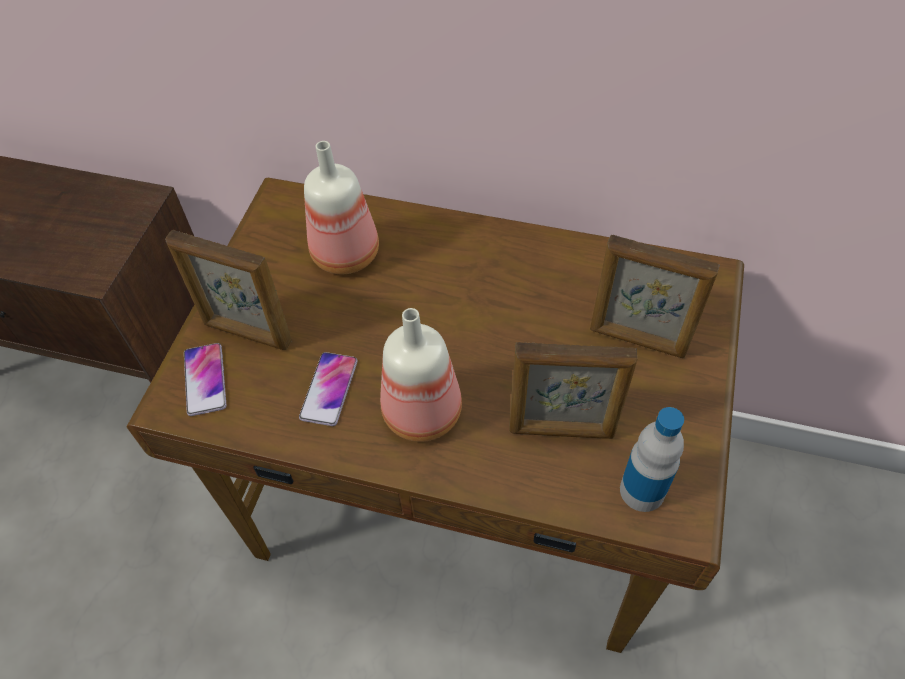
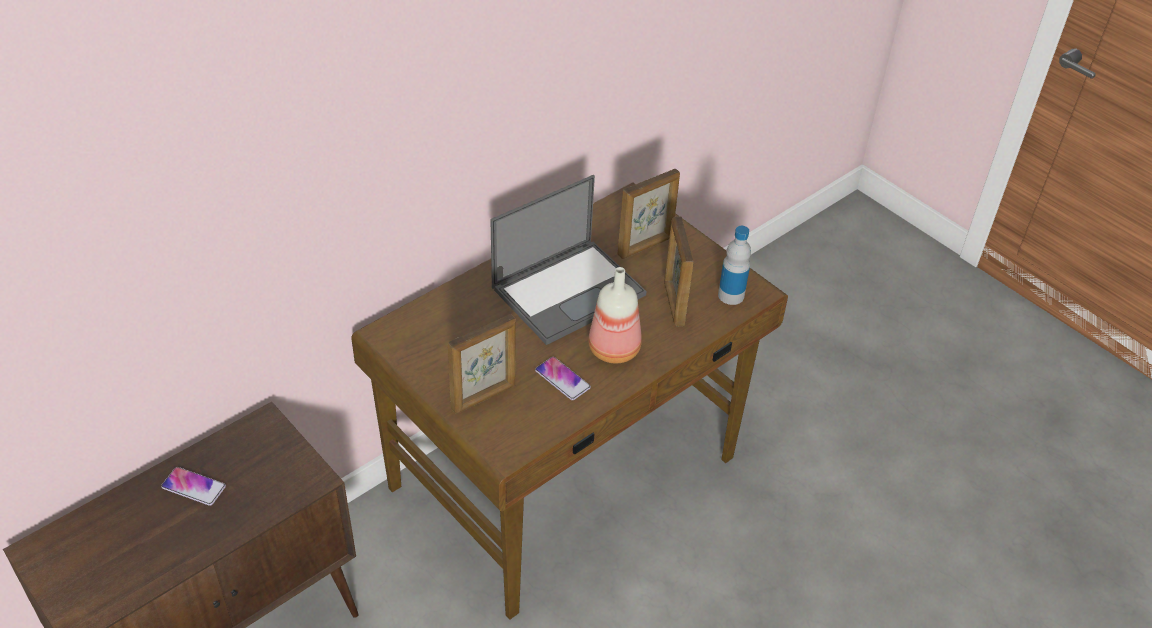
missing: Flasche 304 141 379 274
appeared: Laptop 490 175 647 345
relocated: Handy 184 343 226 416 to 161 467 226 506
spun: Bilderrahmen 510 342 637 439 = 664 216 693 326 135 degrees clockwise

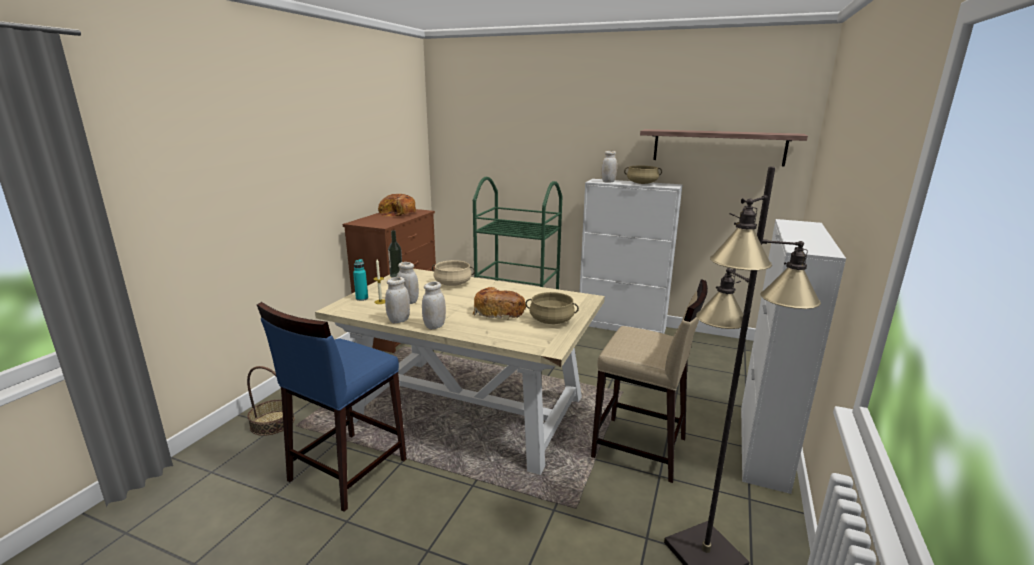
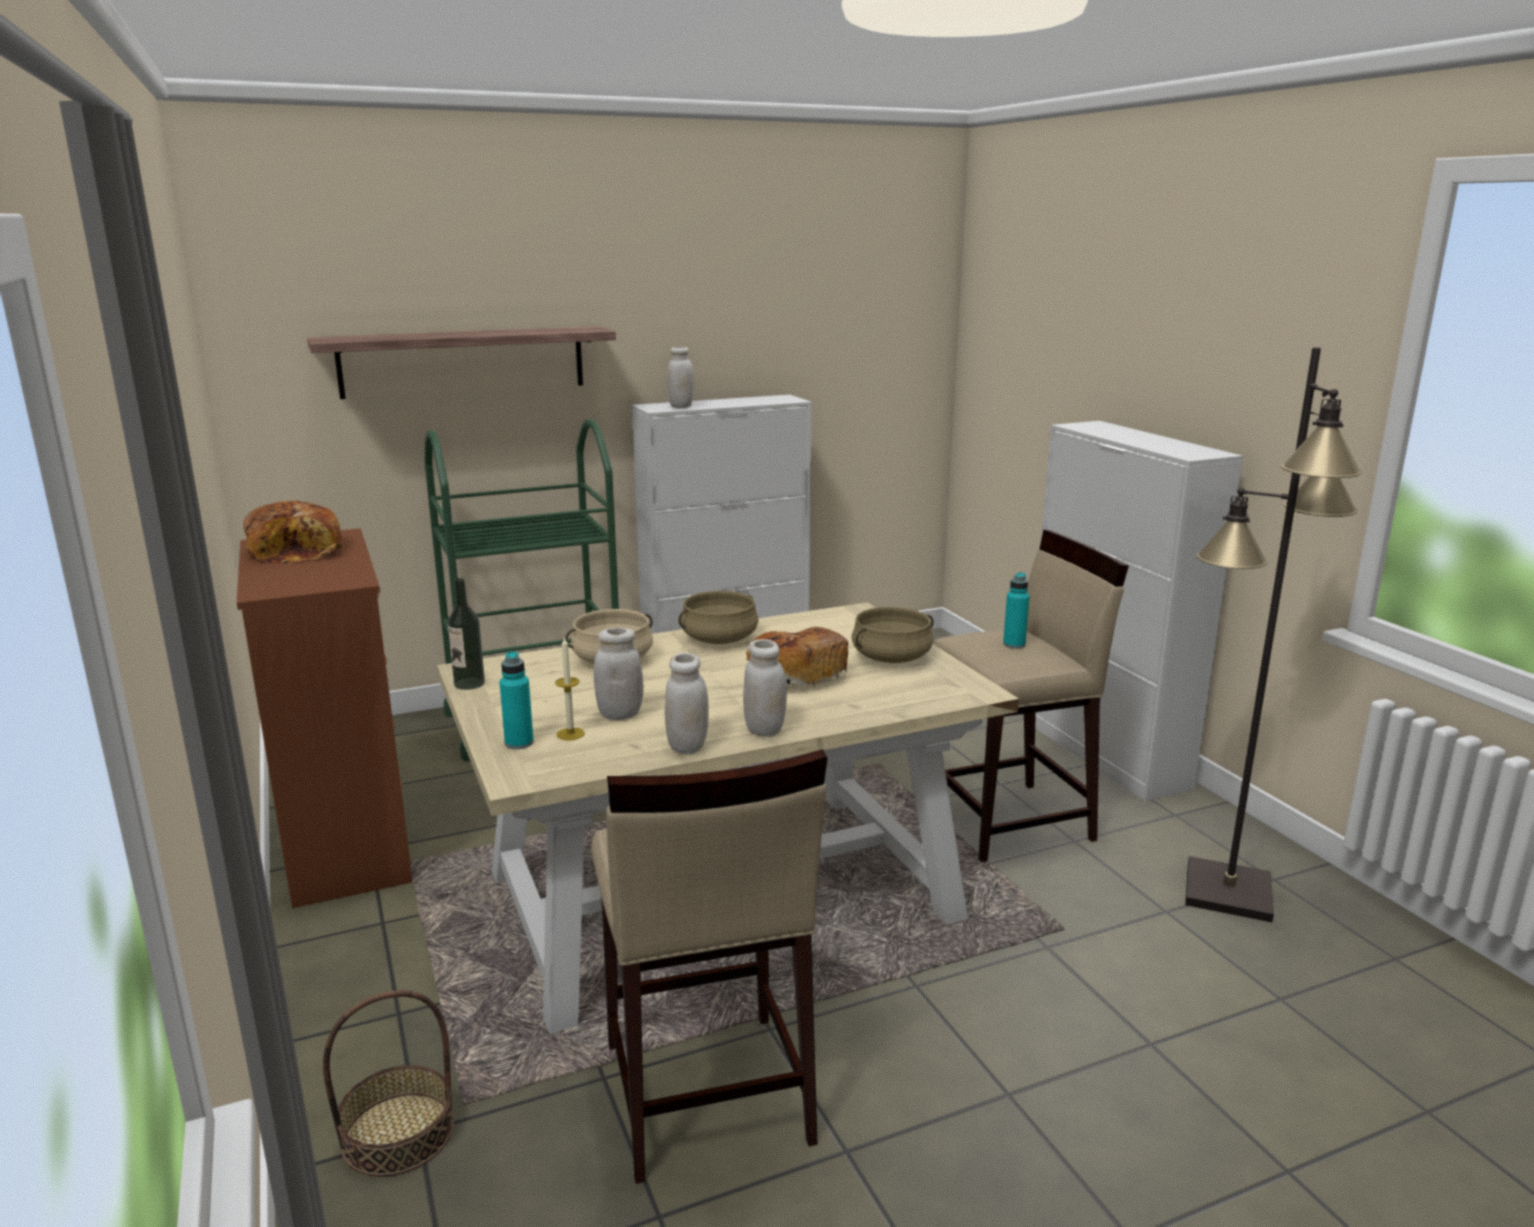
appeared: Flasche (türkis) 1003 572 1030 649
relocated: Kochtopf (beige) 624 166 662 184 to 678 591 759 644; Wandregal 640 129 808 166 to 307 326 616 399
colour: Hocker (blau) 257 302 407 512 to Hocker (beige) 591 749 827 1184

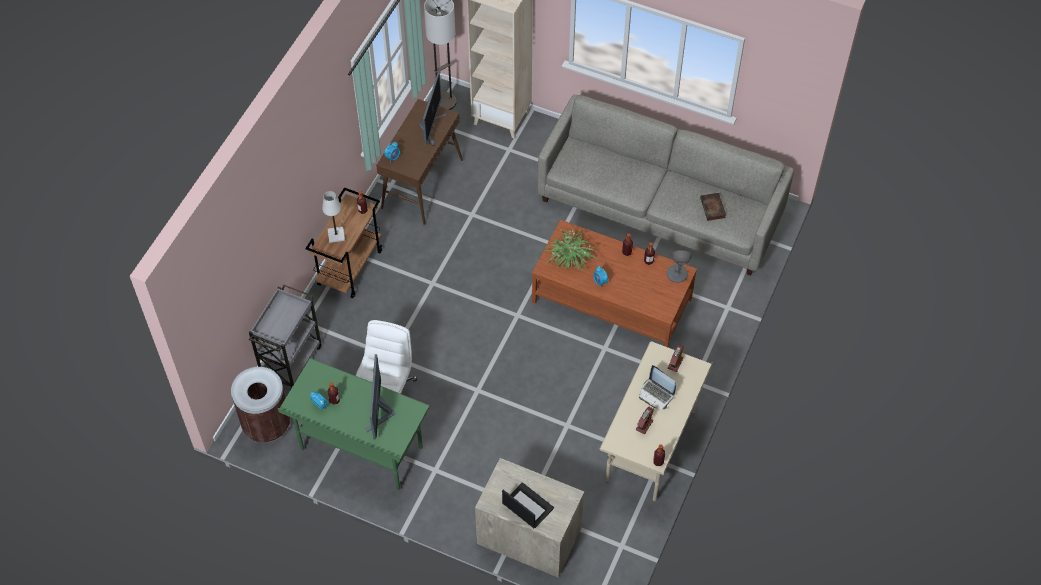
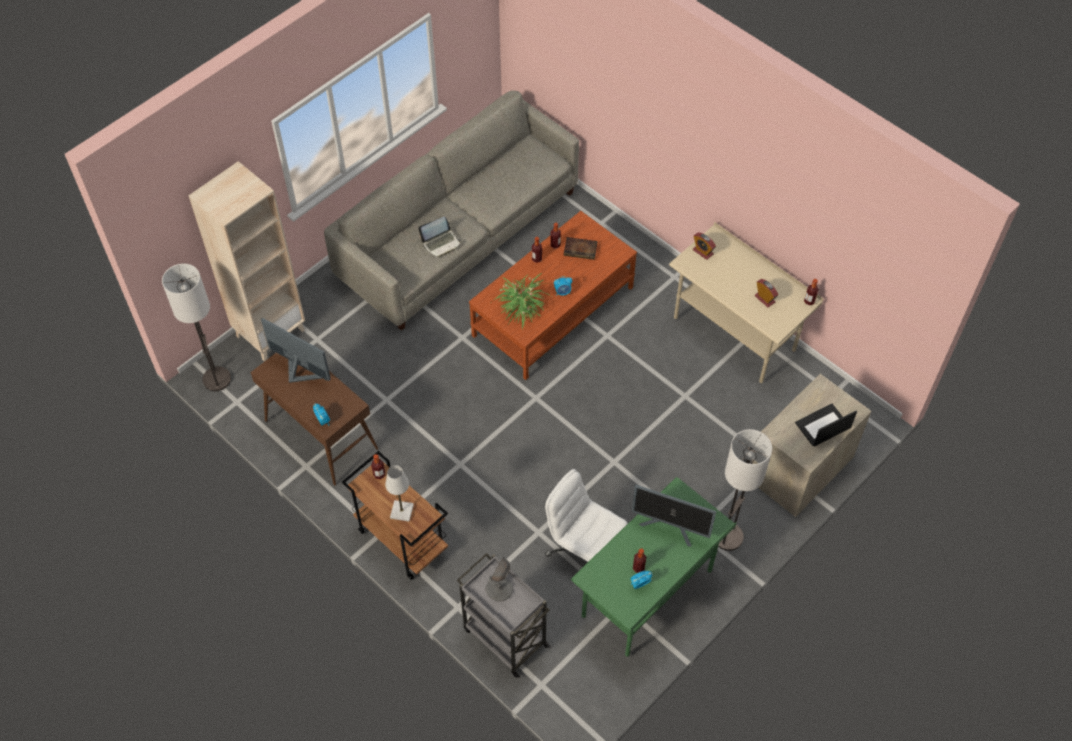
missing: Mülleimer (braun) 231 367 291 443
appeared: Stehlampe 718 429 772 551
relocated: Laptop 639 365 676 409 to 418 217 461 257; Tischlampe (grau) 667 250 692 283 to 486 557 513 602; Buch 700 193 726 221 to 564 237 598 260

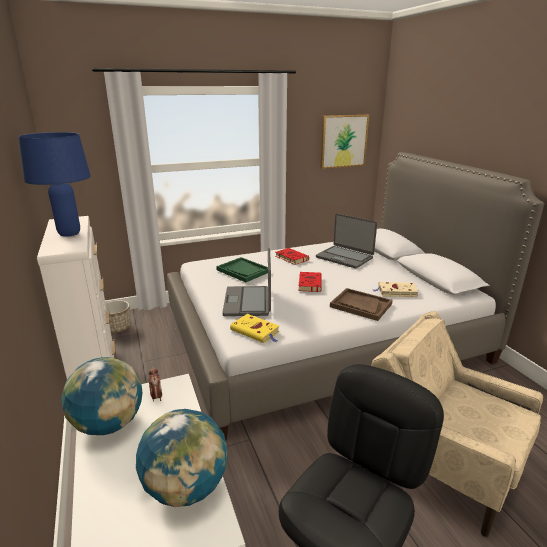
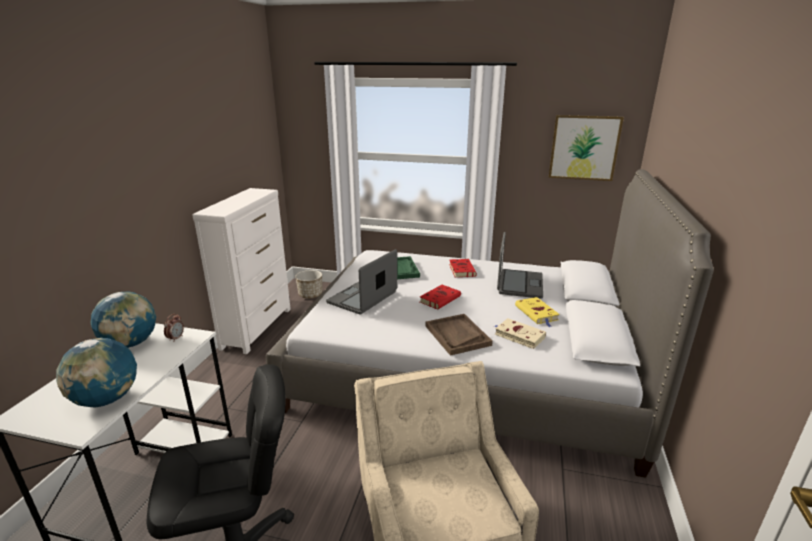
missing: Tischlampe (blau) 18 132 91 237
relocated: Buch (gelb) 230 314 279 343 to 515 297 560 327
spun: Laptop 316 214 377 268 = 497 232 543 299 150 degrees counterclockwise

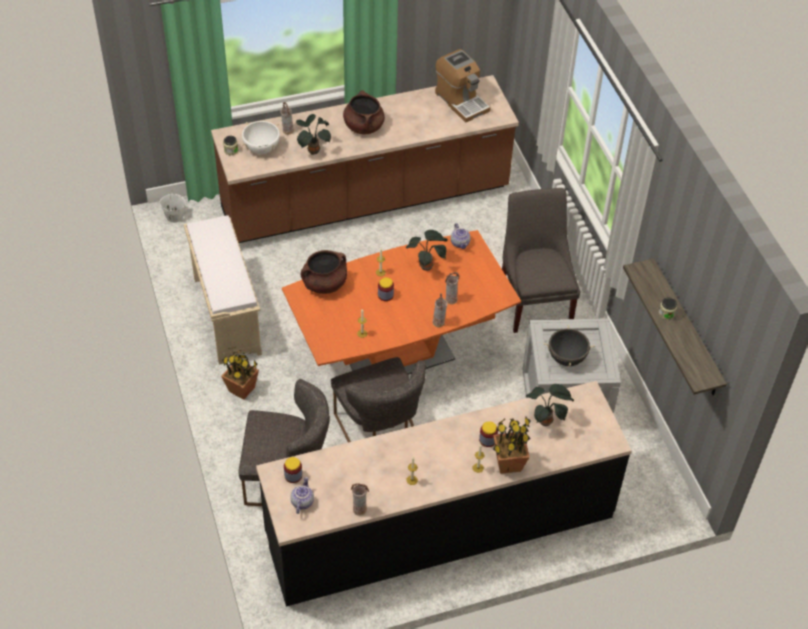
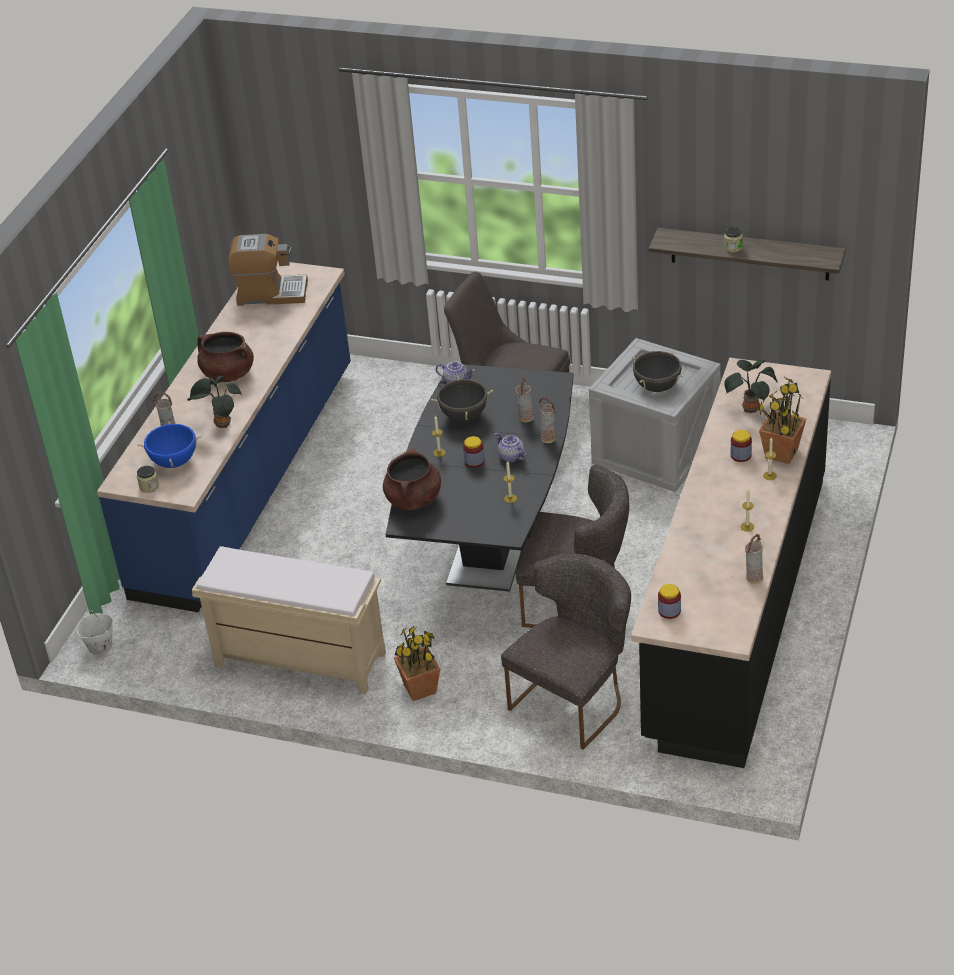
relocated: Teekanne 290 477 314 514 to 495 432 527 462
exchanged: Topfpflanze 406 230 448 271 to Kochtopf (schwarz) 431 377 493 422
colour: Küchenzeile (braun) 211 75 519 243 to Küchenzeile (blau) 97 261 351 612; Kochtopf (weiß) 242 121 280 154 to Kochtopf (blau) 137 421 202 468; Esstisch (orange) 282 230 521 375 to Esstisch (schwarz) 386 364 574 592

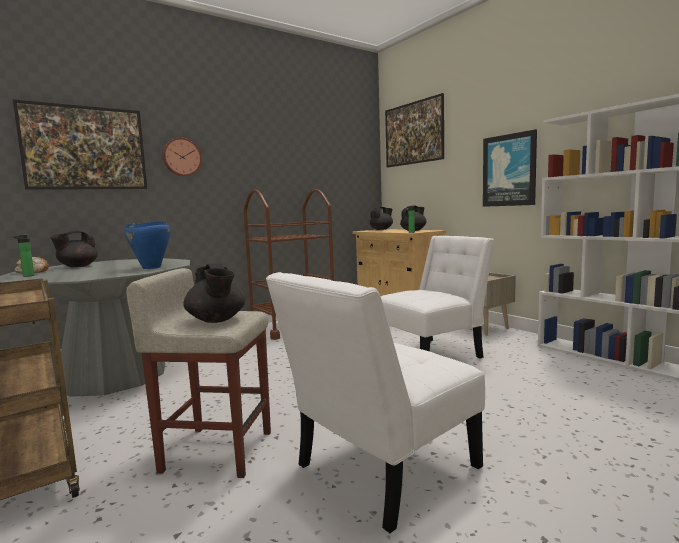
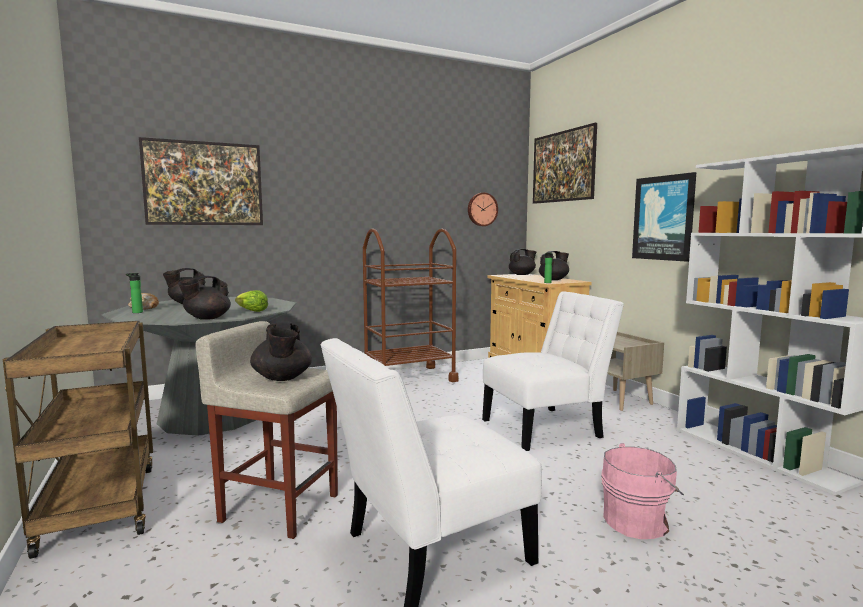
appeared: Teekanne (schwarz) 178 276 231 320; Eimer (rosa) 601 443 684 539
relocated: Wanduhr 162 138 202 176 to 468 193 498 226
exchanged: Kochtopf (blau) 124 221 171 269 to Salatkopf 235 290 268 312

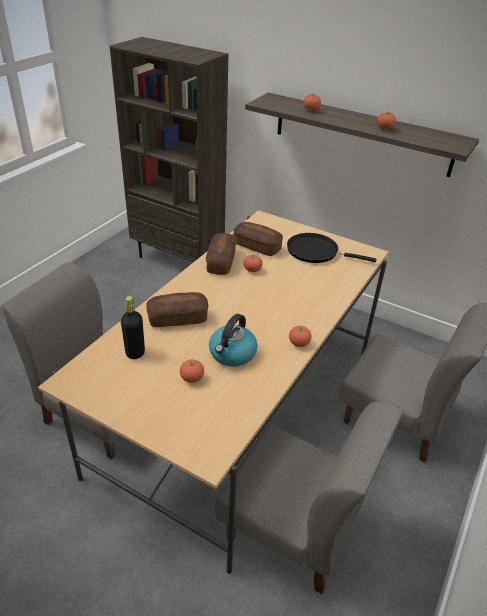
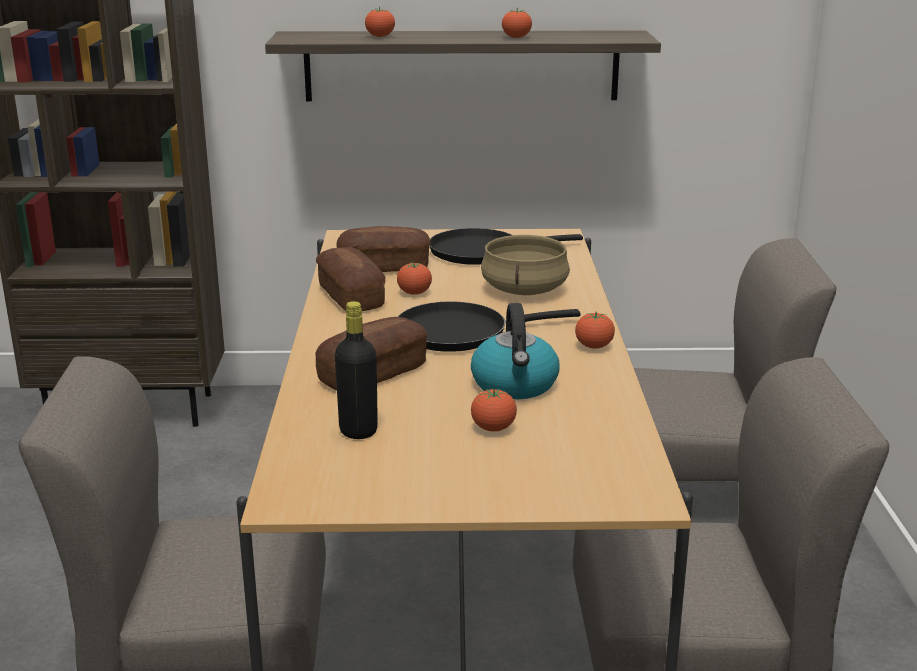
appeared: Pfanne (schwarz) 398 302 581 352; Kochtopf (beige) 481 235 570 295

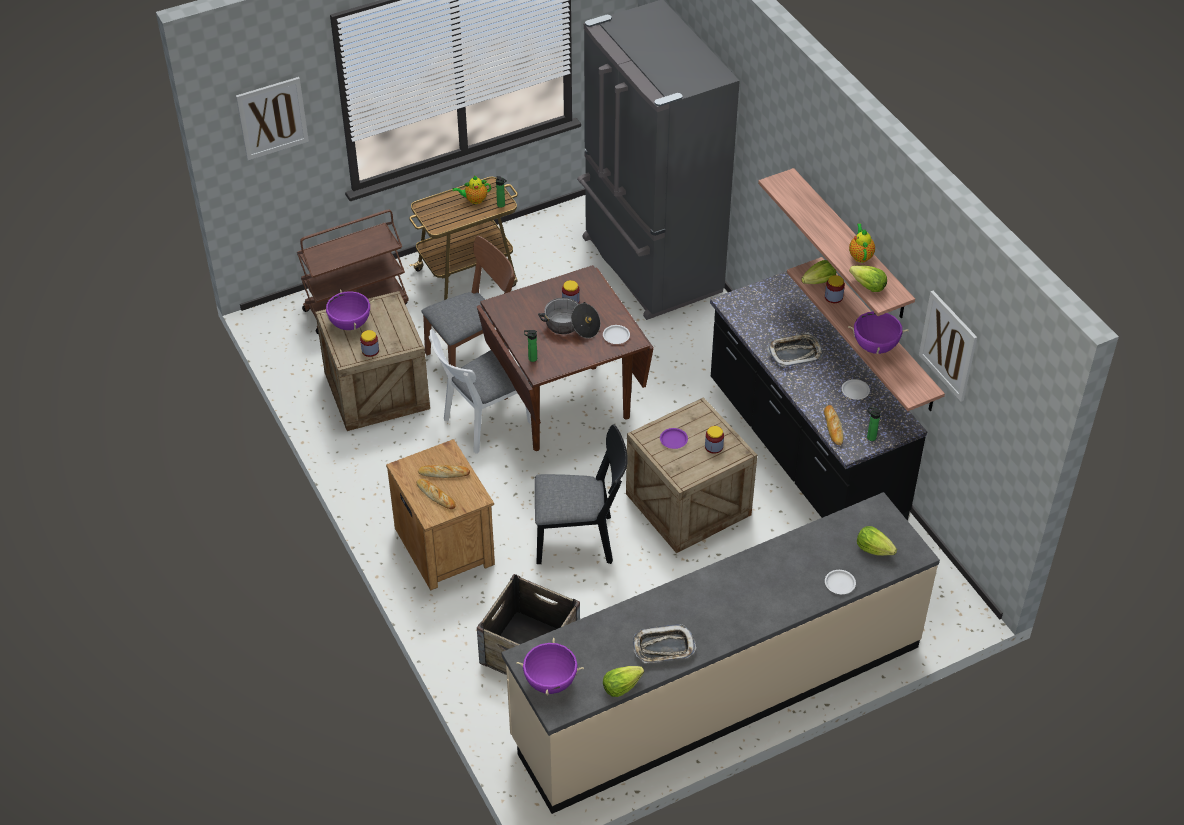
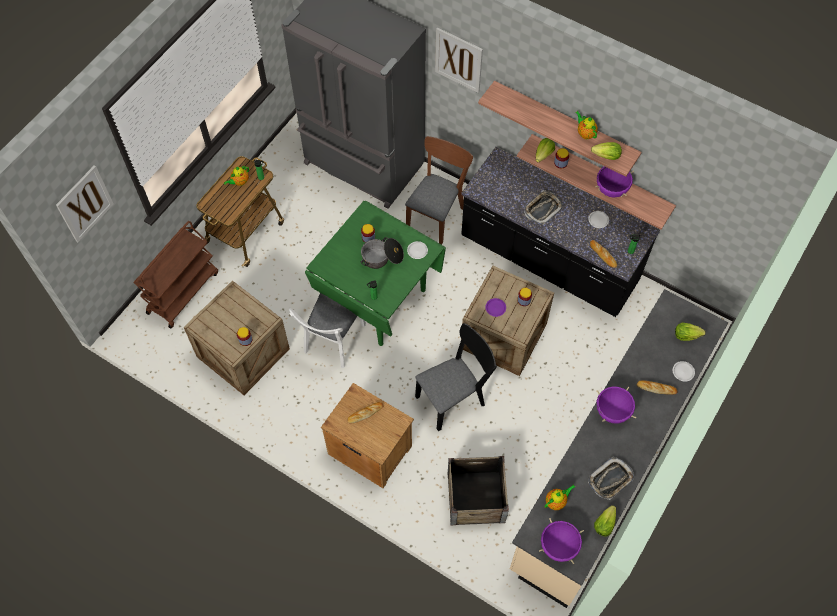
appeared: Teekanne 545 484 575 510
relocated: Kochtopf (lila) 321 289 375 330 to 596 386 636 424; Brot 417 479 456 509 to 637 381 678 395; Stuhl (braun) 422 236 515 367 to 405 136 473 245; Bild 919 291 977 402 to 435 27 483 93
colour: Esstisch (braun) 477 265 654 451 to Esstisch (grün) 305 201 446 346

